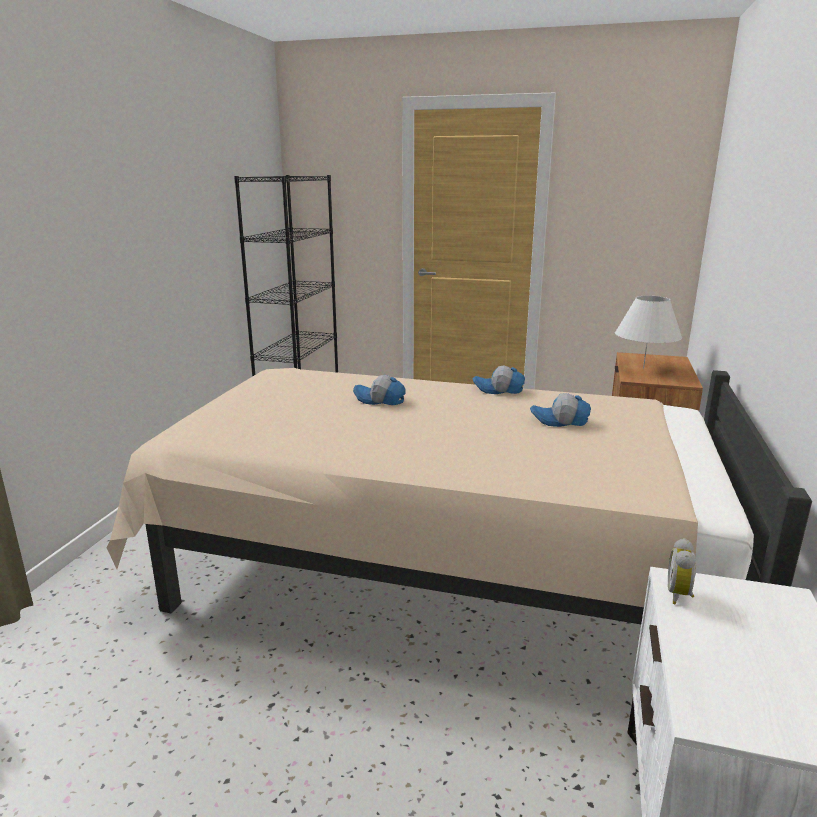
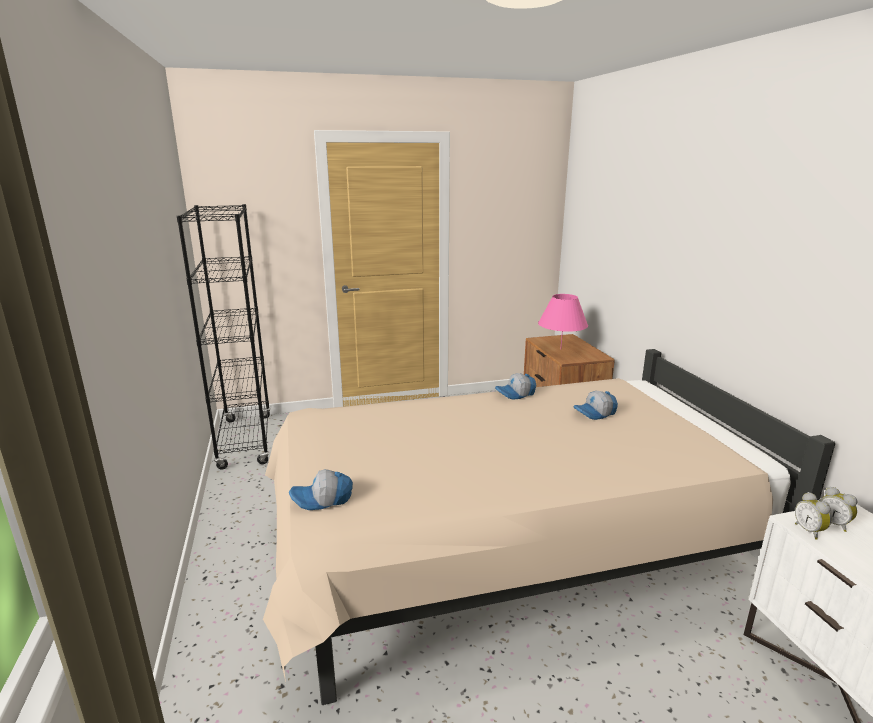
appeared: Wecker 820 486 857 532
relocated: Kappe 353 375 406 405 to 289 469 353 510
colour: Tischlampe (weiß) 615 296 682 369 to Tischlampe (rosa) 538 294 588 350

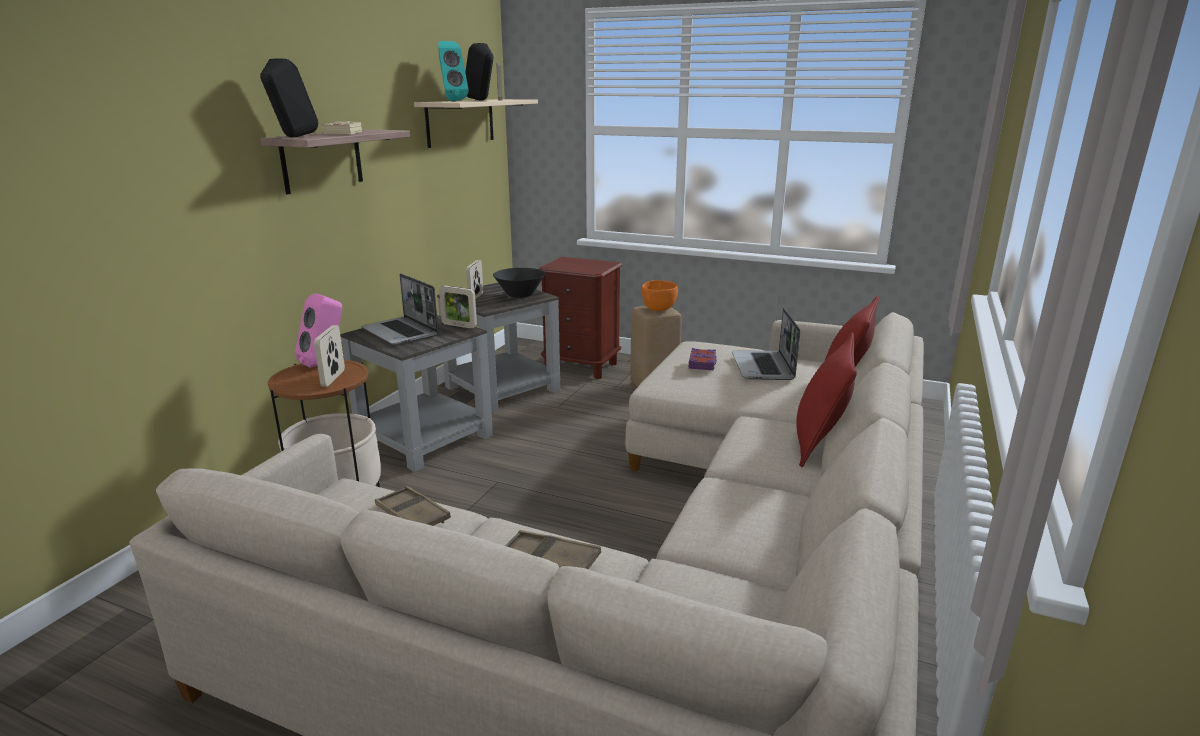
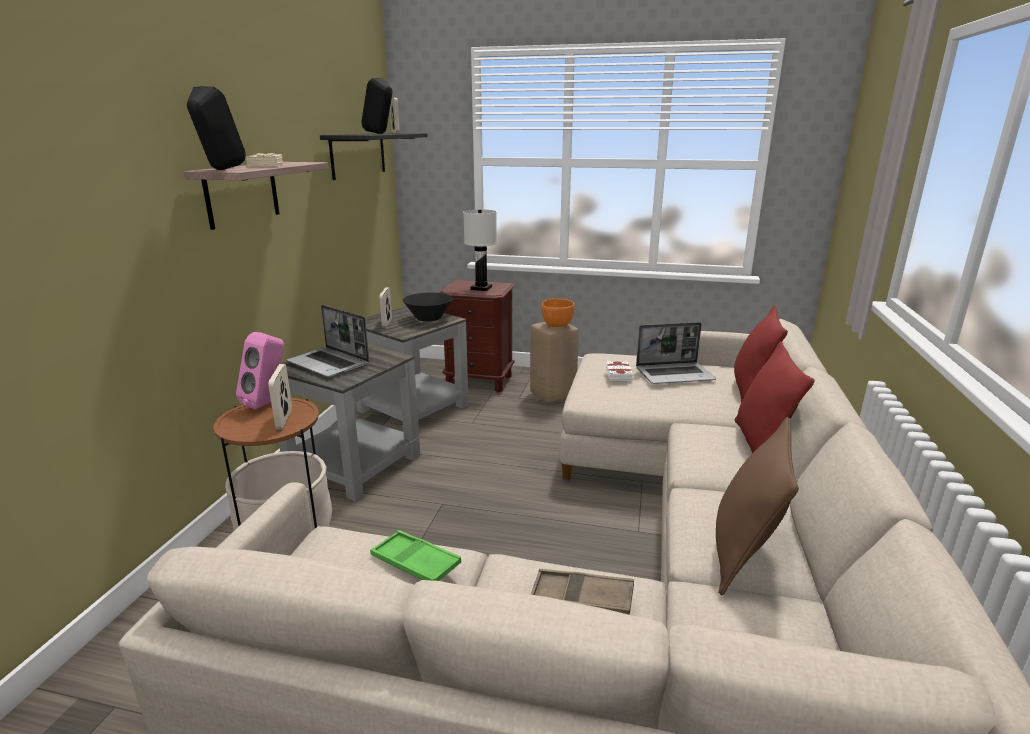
missing: Lautsprecher (türkis) 438 41 469 102; Bilderrahmen 439 285 477 329
appeared: Tischlampe (weiß) 463 210 497 291; Kissen (braun) 716 417 799 596
colour: Tablett (braun) 375 486 451 526 to Tablett (grün) 370 530 461 581; Wandregal (beige) 414 99 538 148 to Wandregal (schwarz) 320 133 428 180; Buch (lila) 688 348 717 370 to Buch (weiß) 605 361 633 381
spun: Laptop 732 308 800 380 = 636 322 716 384 90 degrees counterclockwise

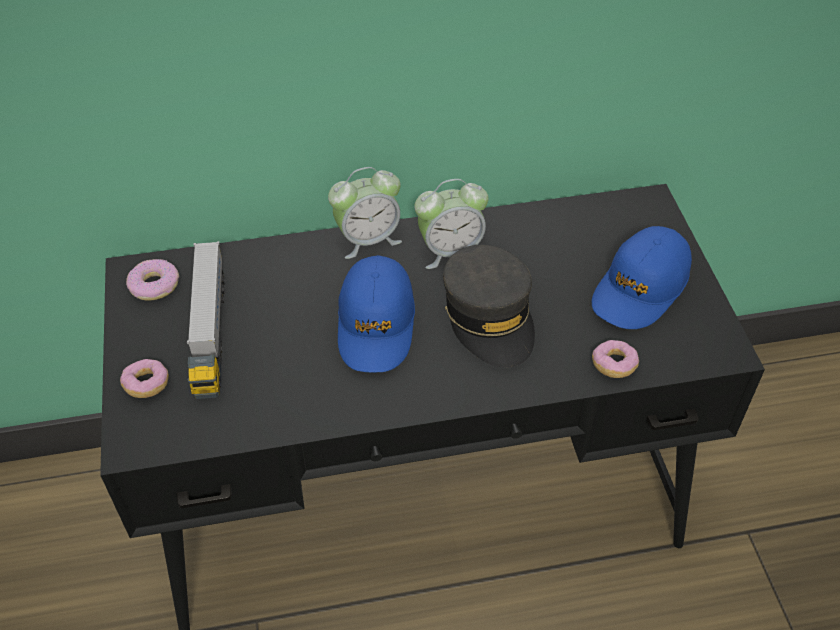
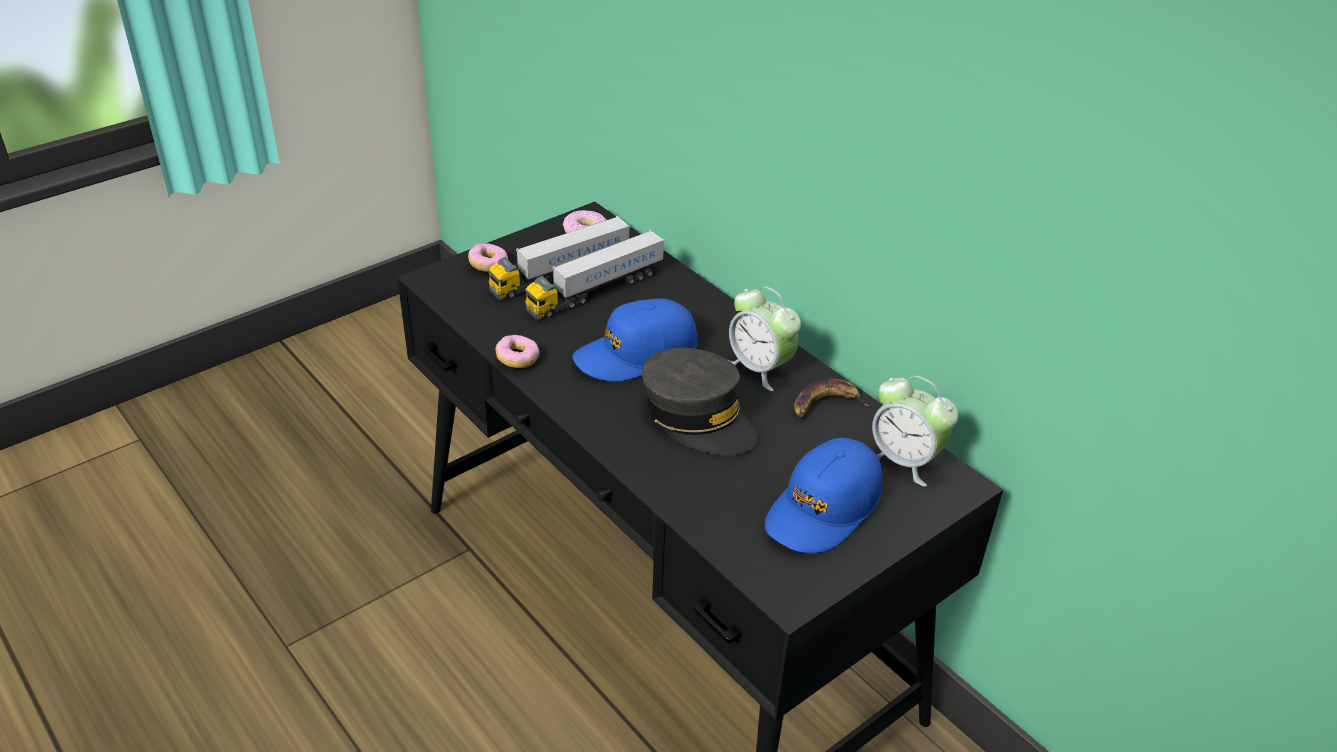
appeared: Spielzeuglaster 525 230 665 320; Banane 794 379 870 418
relocated: Wecker 328 167 402 259 to 872 376 958 487; Donut 592 340 639 378 to 495 335 540 368
spun: Kappe (grau) 443 245 535 368 = 642 348 759 456 90 degrees counterclockwise; Kappe (blau) 592 226 692 329 = 765 438 883 553 60 degrees counterclockwise

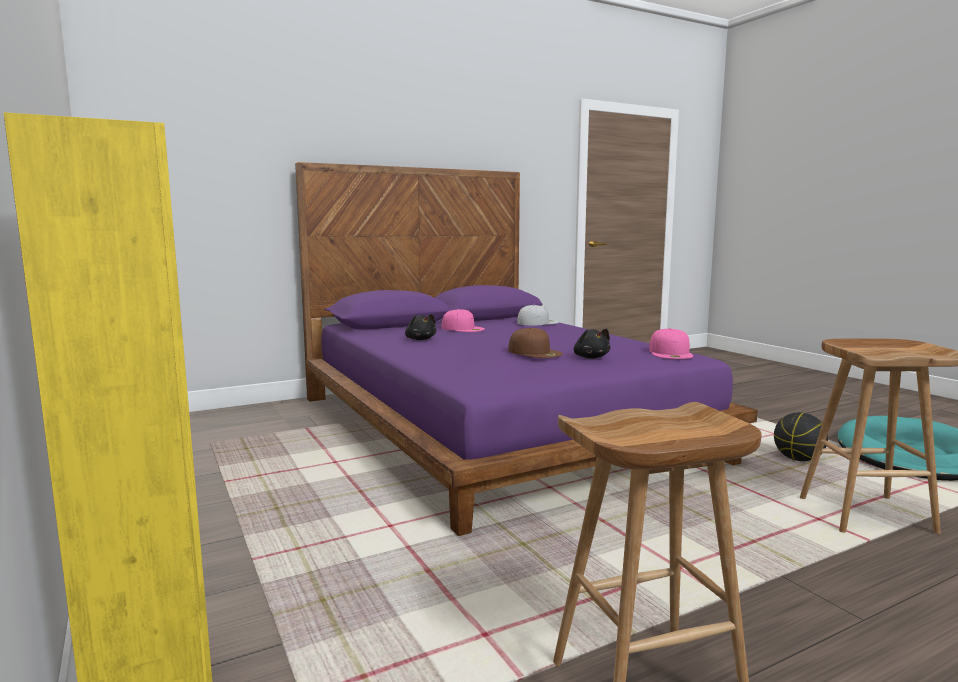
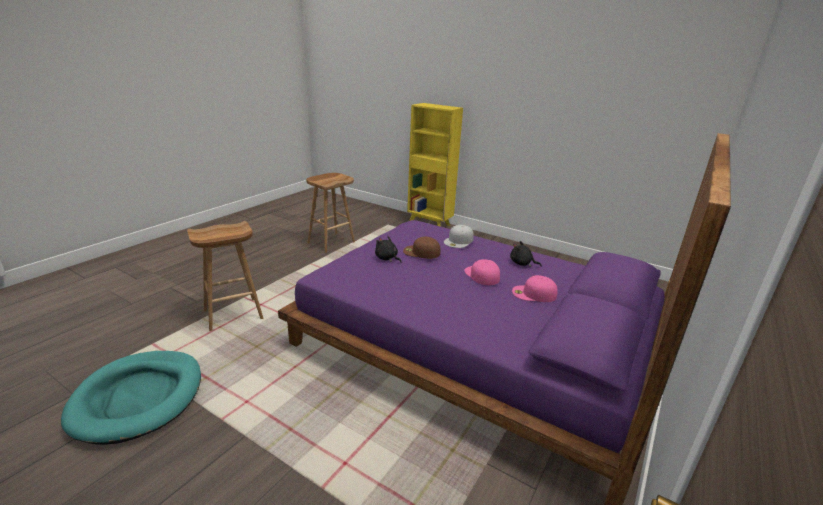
missing: Basketball 774 412 828 461
relocated: Kappe (weiß) 517 305 559 325 to 444 225 473 248; Kappe (rosa) 649 328 693 359 to 464 259 500 285

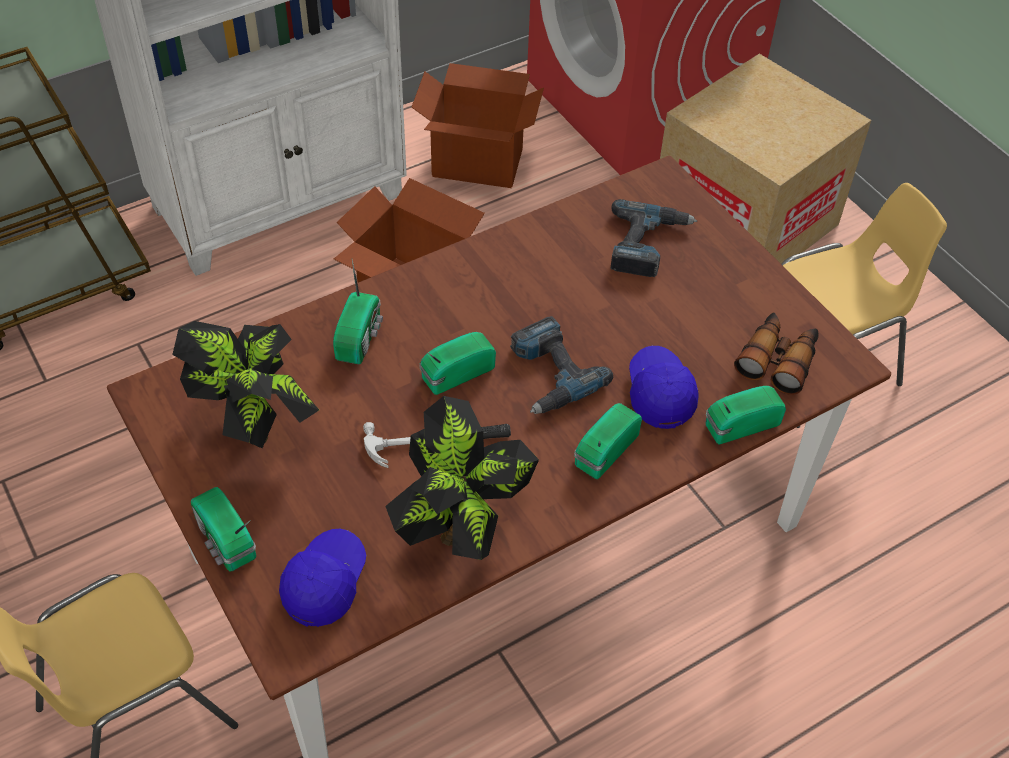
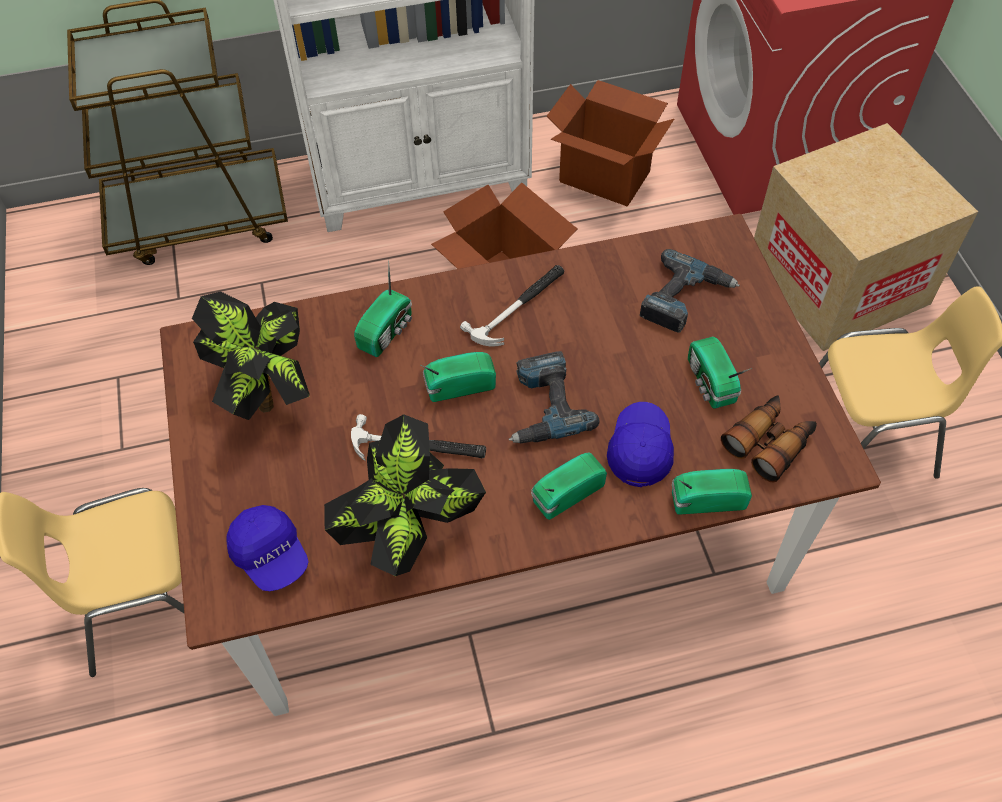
appeared: Hammer 460 265 564 347
relocated: Radio 191 487 256 572 to 688 337 752 409
spun: Kappe (blau) 279 529 366 627 = 226 505 309 591 105 degrees clockwise

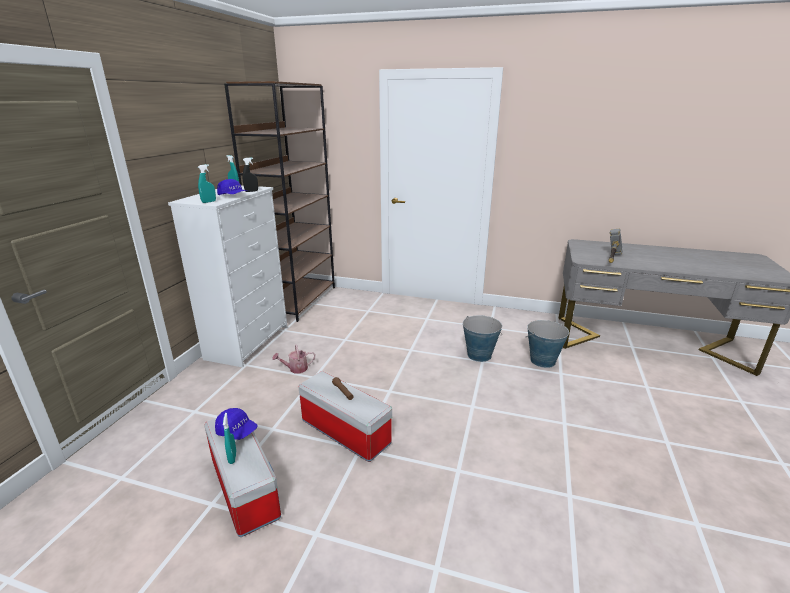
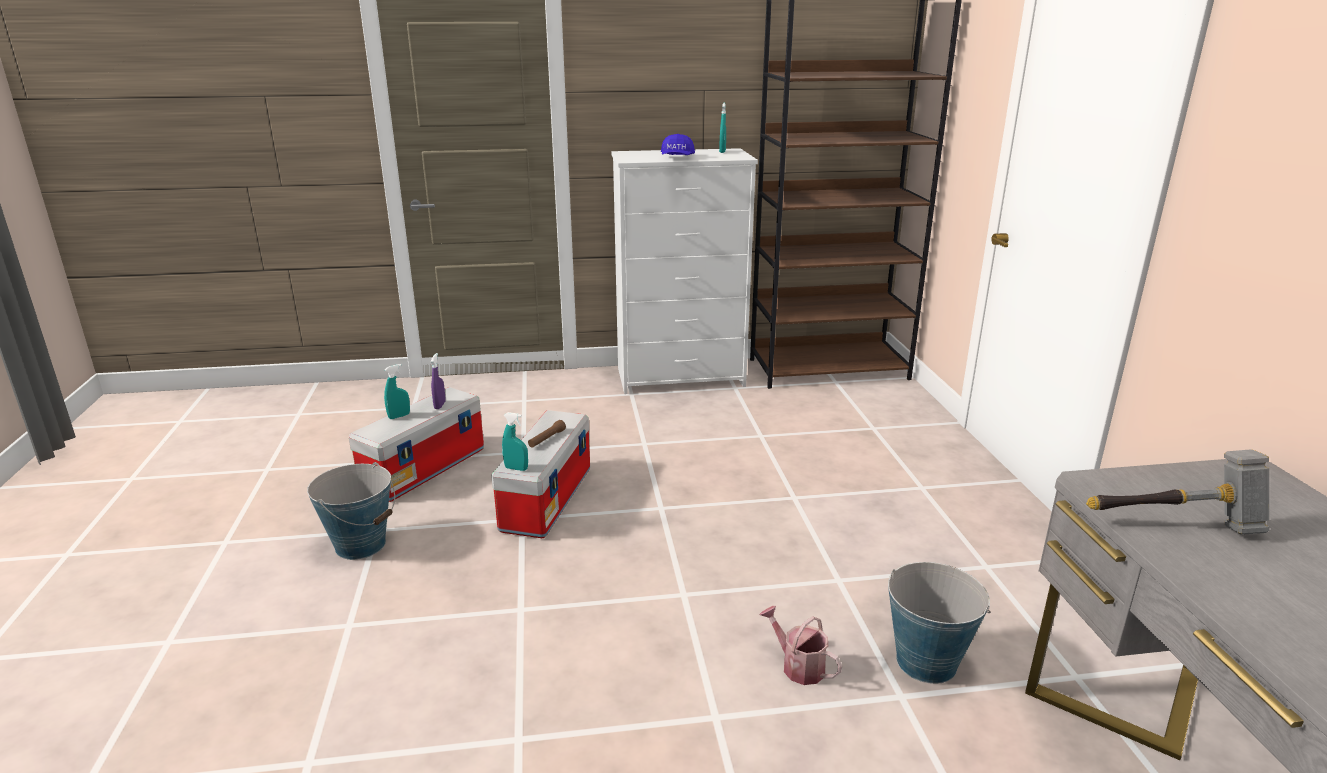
missing: Sprühflasche (schwarz) 243 158 258 192
relocated: Sprühflasche (türkis) 198 164 216 203 to 502 412 528 471; Gießkanne 272 345 315 373 to 759 606 842 685; Eimer 463 315 502 362 to 307 462 395 560
exchanged: Kappe (blau) 215 408 258 440 to Sprühflasche (lila) 431 353 445 409

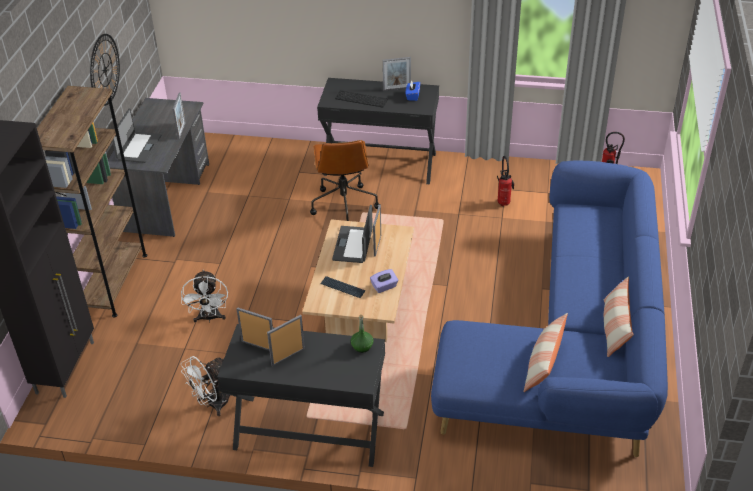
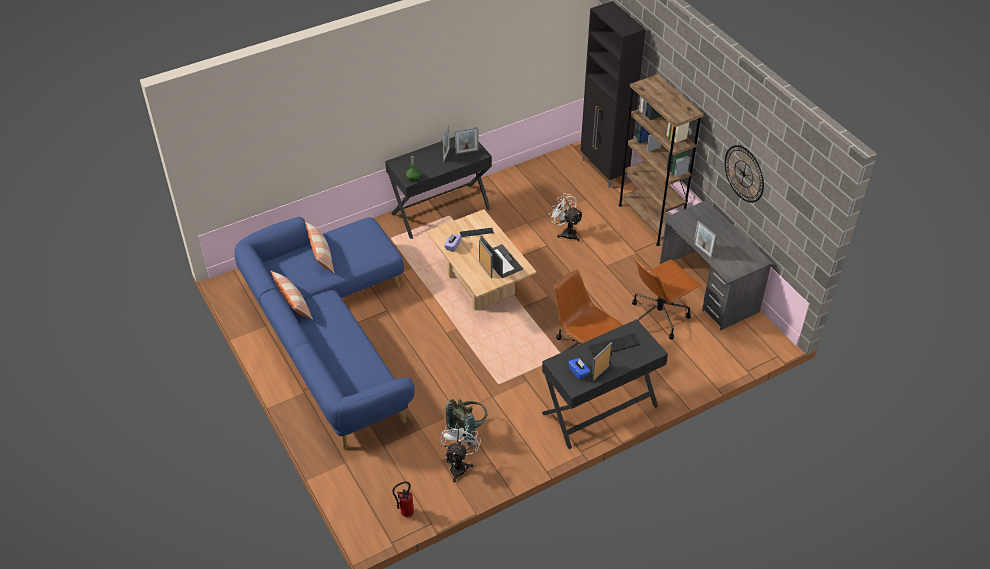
missing: Laptop 112 108 161 163
appeared: Bürostuhl (braun) 632 257 702 340
relocated: Ventilator (weiß) 181 356 230 416 to 440 423 481 482
exchanged: Feuerlöscher 497 156 514 206 to Rucksack (grau) 445 399 487 446

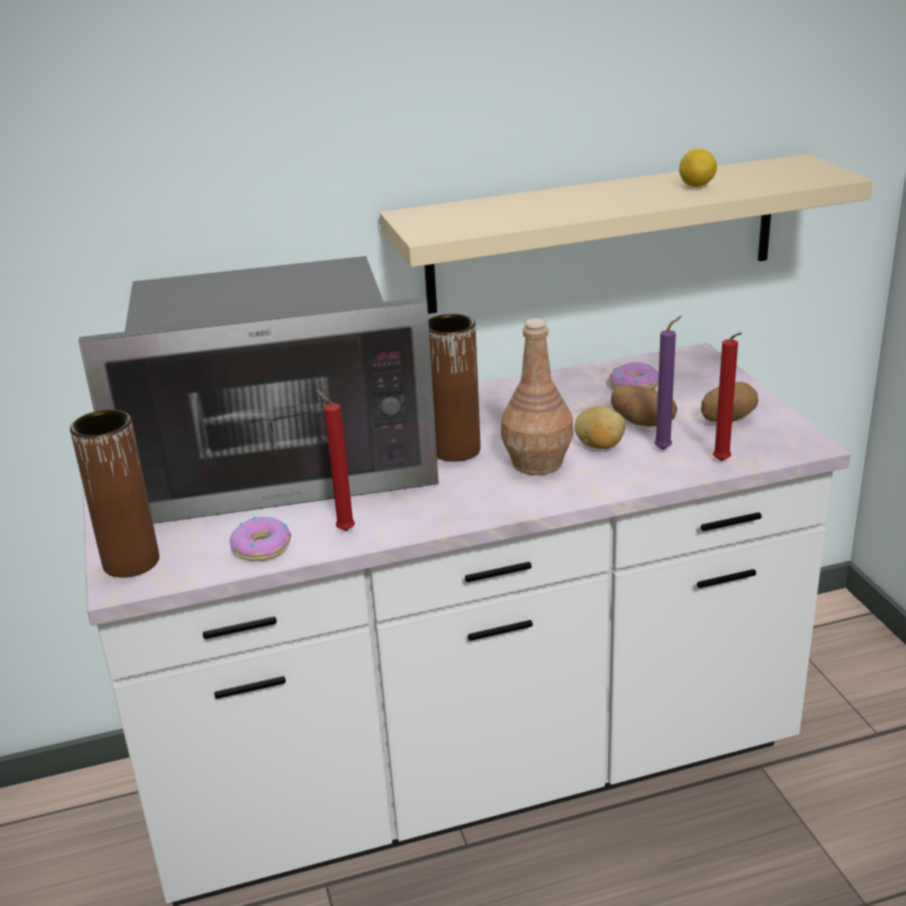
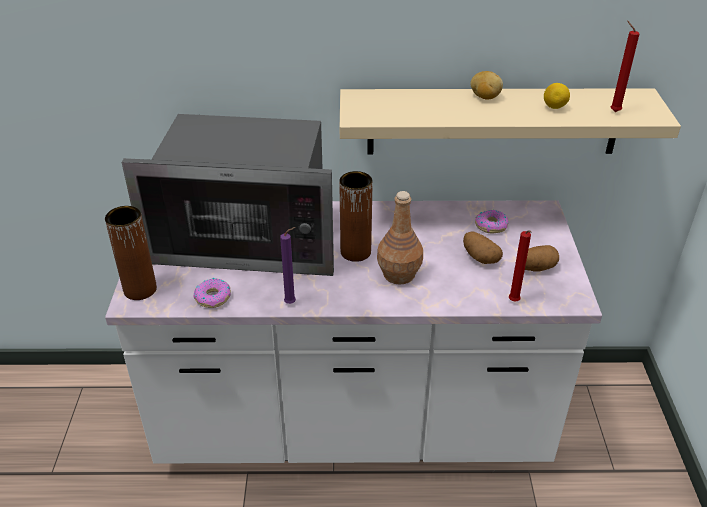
relocated: Kerze (rot) 316 389 355 531 to 611 20 640 112; Kartoffel 574 406 625 449 to 471 71 503 100; Kerze (lila) 654 316 682 450 to 280 227 296 304

